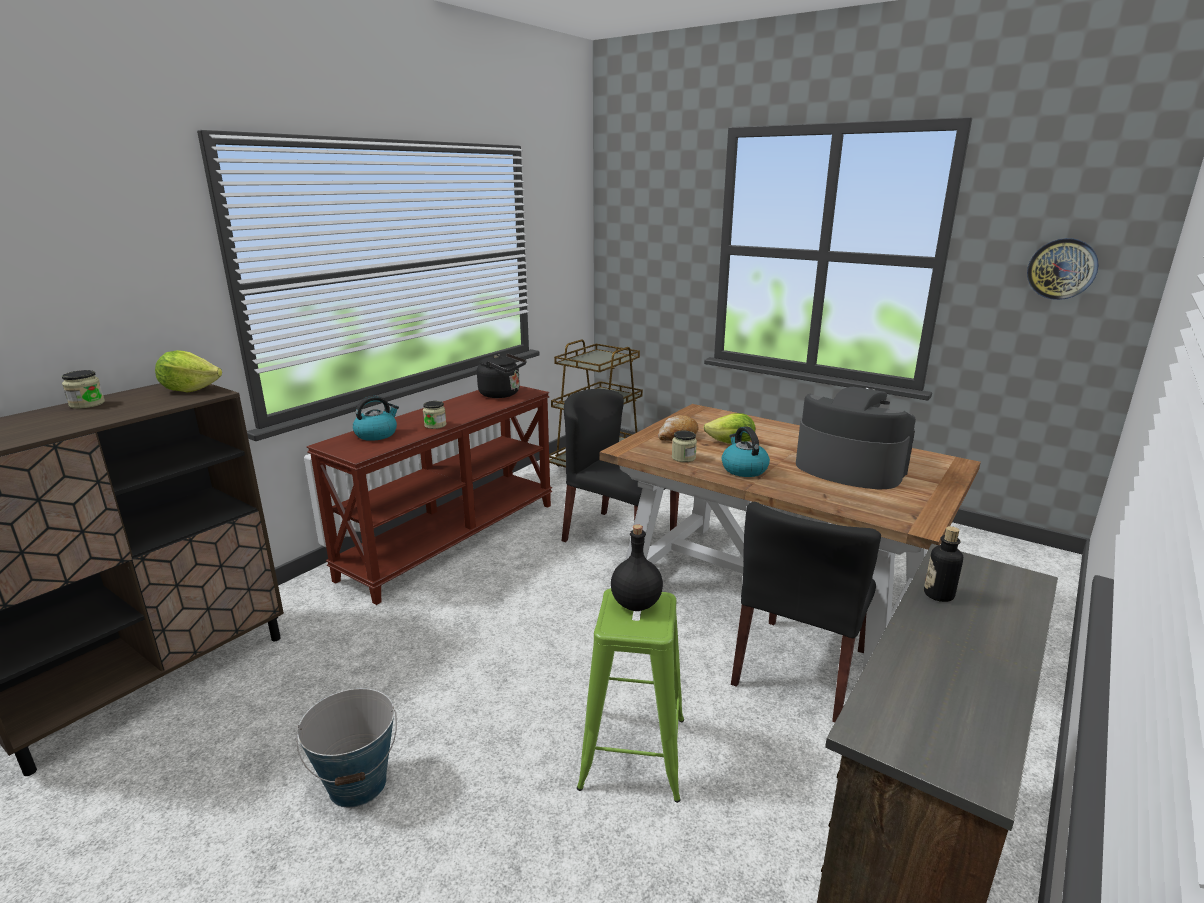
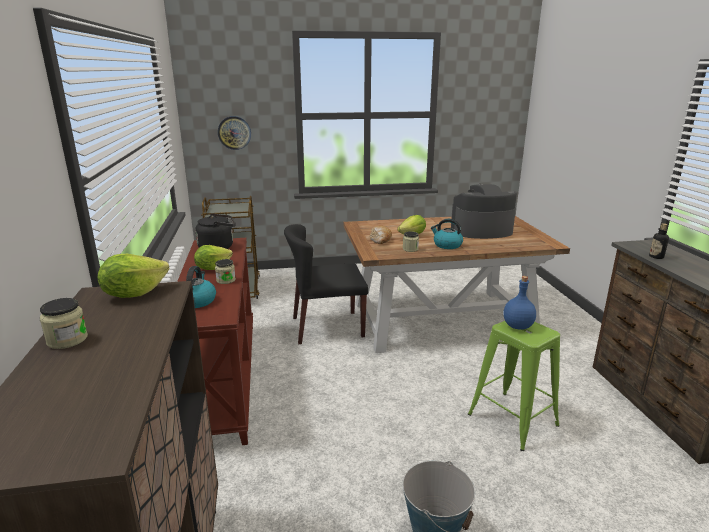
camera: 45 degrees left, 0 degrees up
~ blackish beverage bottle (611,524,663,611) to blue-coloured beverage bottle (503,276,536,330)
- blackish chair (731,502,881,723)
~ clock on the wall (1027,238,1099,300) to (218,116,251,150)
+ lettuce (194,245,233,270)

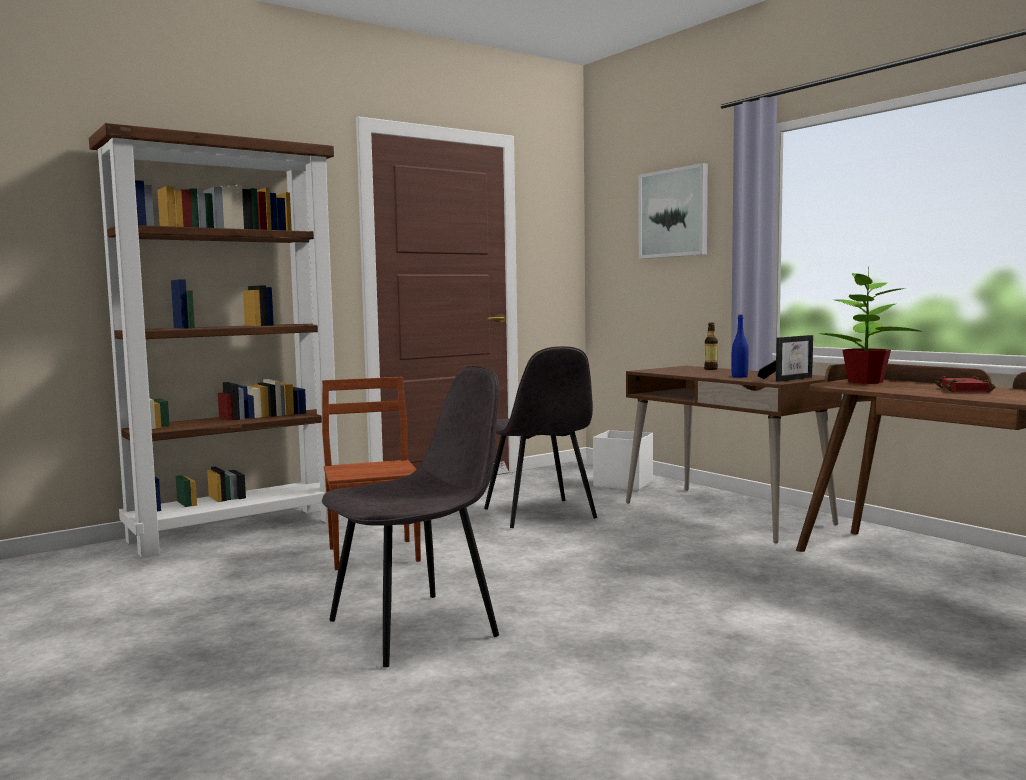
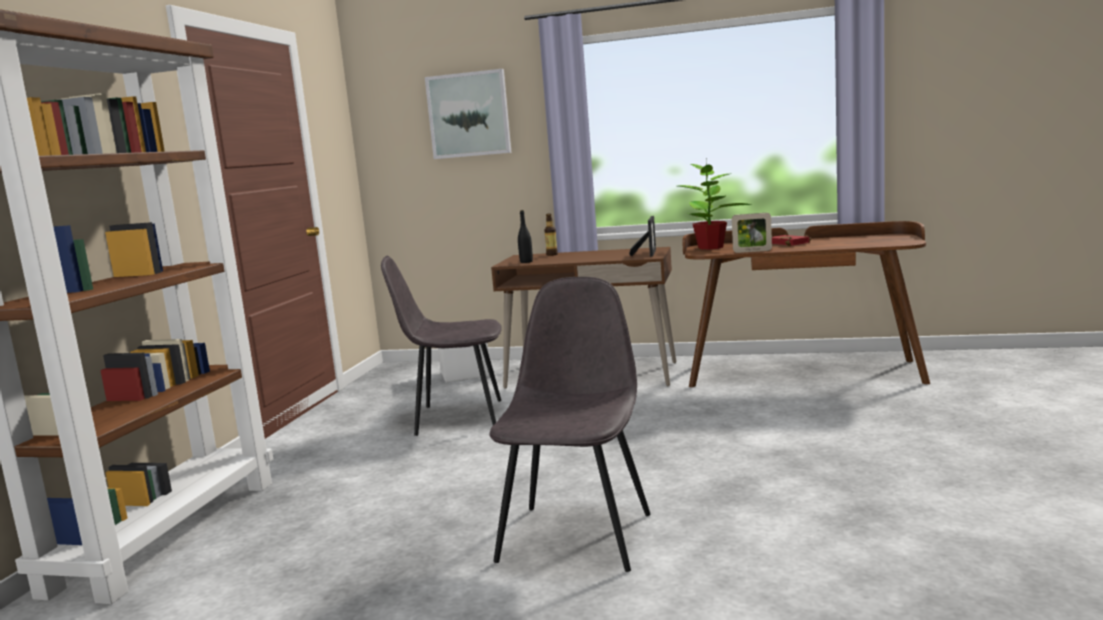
camera: 40 degrees left, 5 degrees up
- brown chair (322,377,421,570)
~ grey chair (484,346,597,528) = (381,256,502,436) 150 degrees clockwise
- blue-coloured beverage bottle (732,315,749,378)
+ blackish beverage bottle (518,210,533,263)
+ picture frame (732,213,772,253)

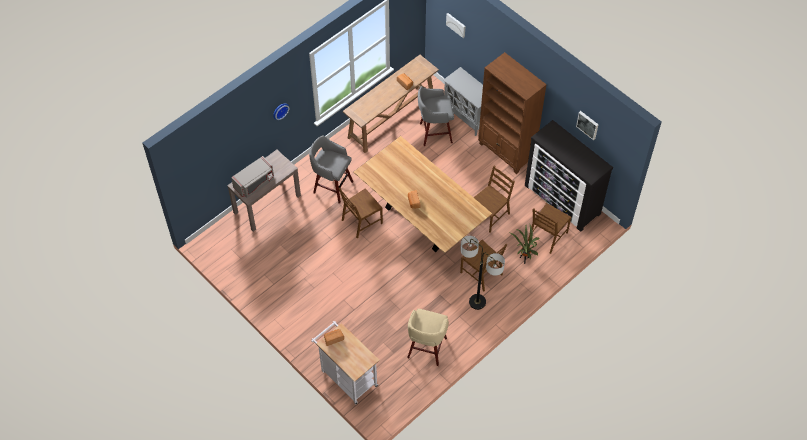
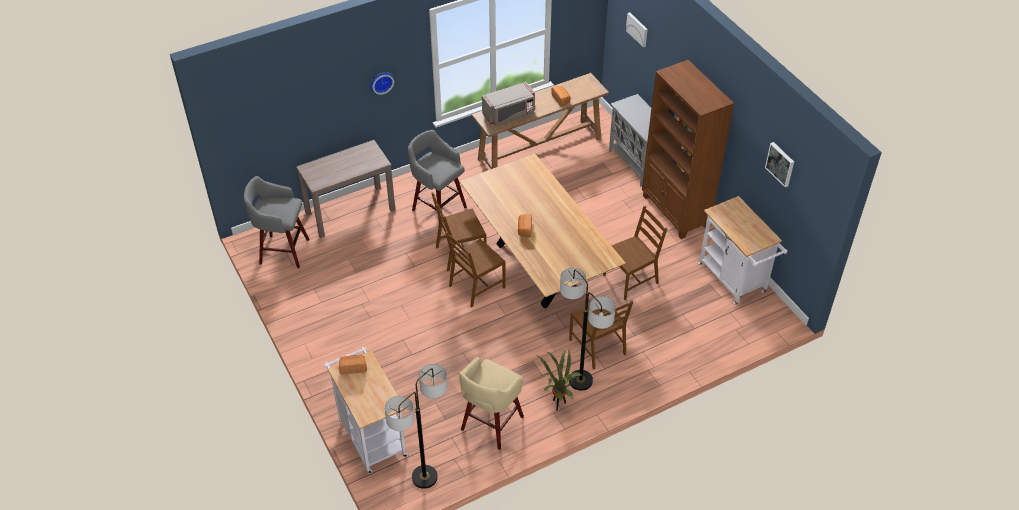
camera: 15 degrees right, 10 degrees down
~ grey microwave (231,156,274,198) to (482,82,535,126)
~ grey stool (418,86,454,146) to (244,176,309,268)
~ houseplant (510,225,540,264) to (536,348,582,410)
~ drawer chest (525,120,613,232) to whitish cart (698,196,787,306)
~ brown chair (528,203,571,254) to (445,231,505,308)
+ standing lamp (385,364,447,489)

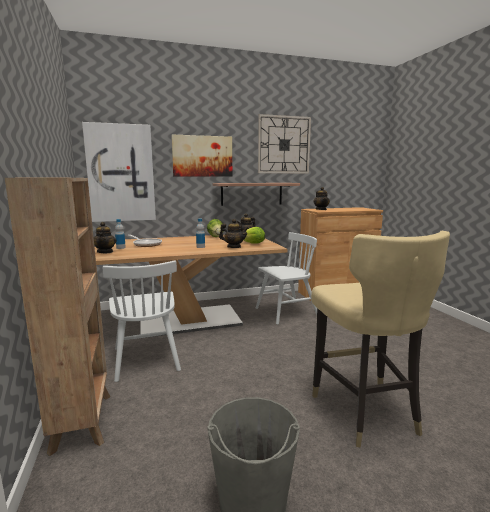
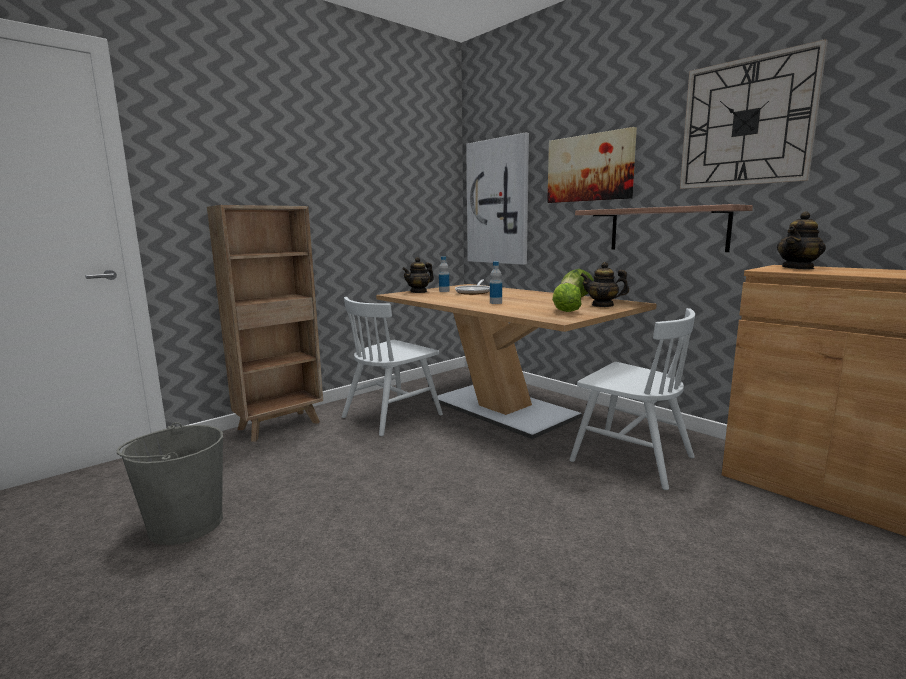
camera: 65 degrees right, 0 degrees up
- teapot (219,219,249,248)
- sand-coloured chair (311,231,450,448)

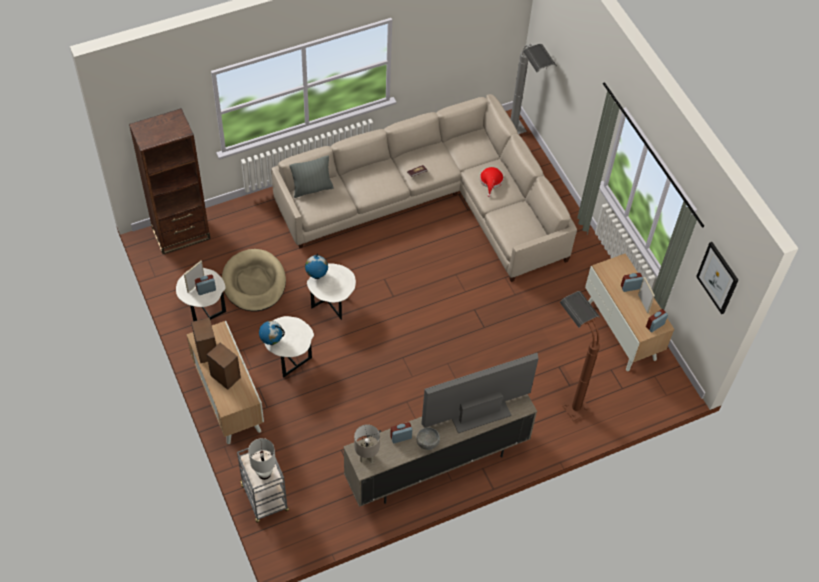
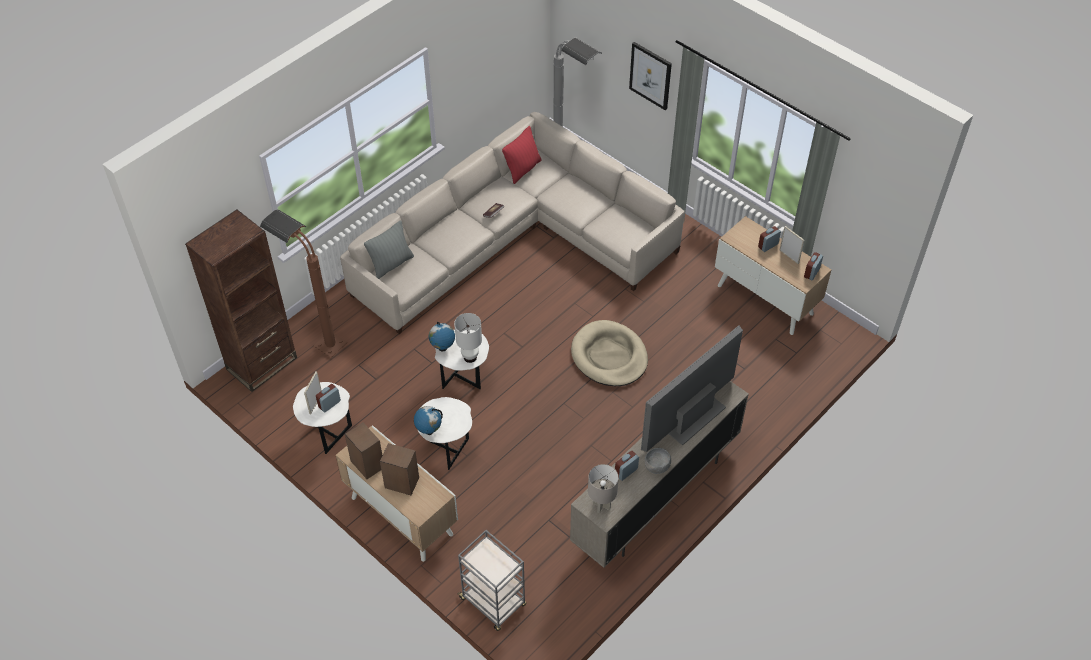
camera: 20 degrees left, 5 degrees down
~ sand-coloured dog cushion (222,249,286,312) to (571,320,648,386)
~ whitish table lamp (248,438,276,480) to (454,313,482,363)
- reddish hat (480,167,504,197)
~ brown standing lamp (560,291,600,421) to (260,209,347,357)
~ wall picture (696,242,738,314) to (629,42,672,110)
+ reddish throw pillow (502,126,541,184)

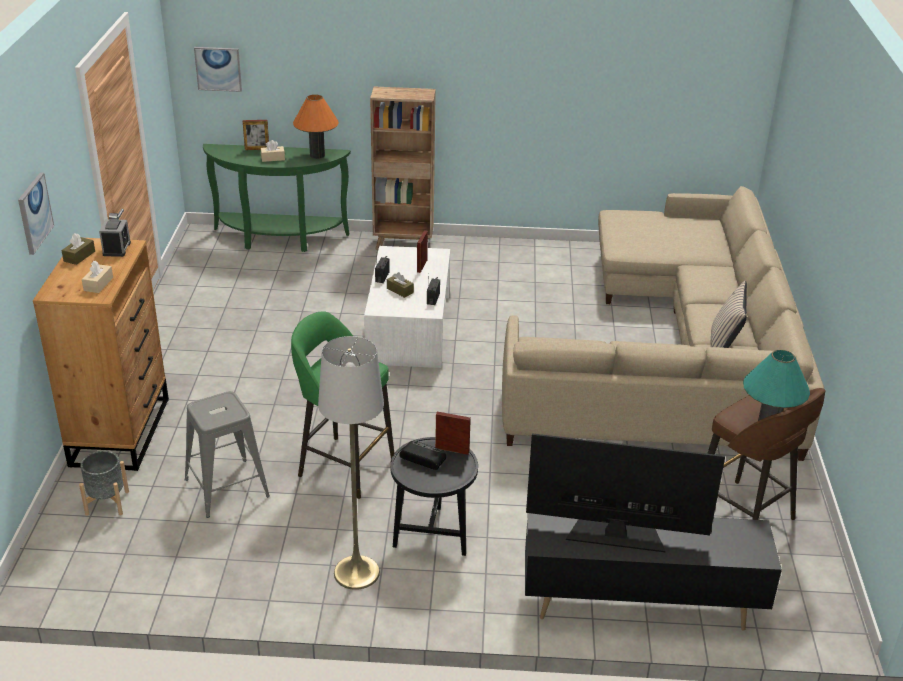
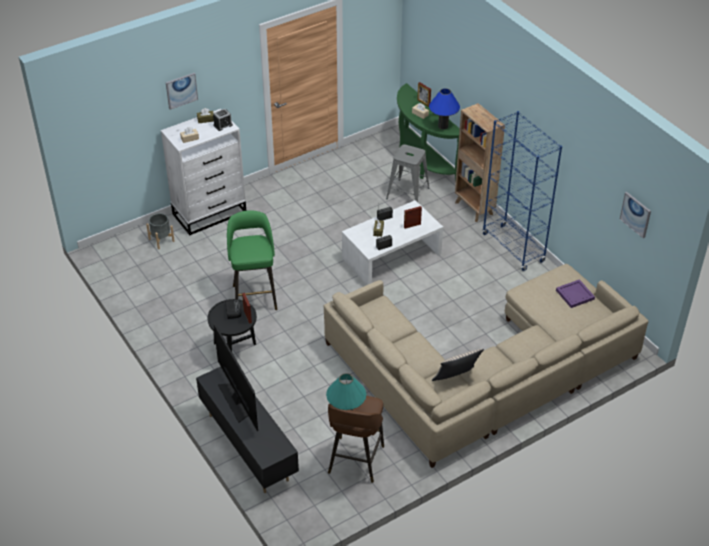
camera: 55 degrees right, 10 degrees up
~ brown drawer chest (33,238,169,471) to whitish drawer chest (161,109,246,236)
~ grey stool (184,391,270,518) to (386,144,430,202)
~ wall picture (194,47,242,92) to (620,192,651,238)
~ orange table lamp (293,94,339,159) to blue-coloured table lamp (429,88,460,129)
- grey standing lamp (318,336,384,590)
+ blue-coloured shelving unit (482,111,562,271)
+ purplish tray (556,279,595,308)

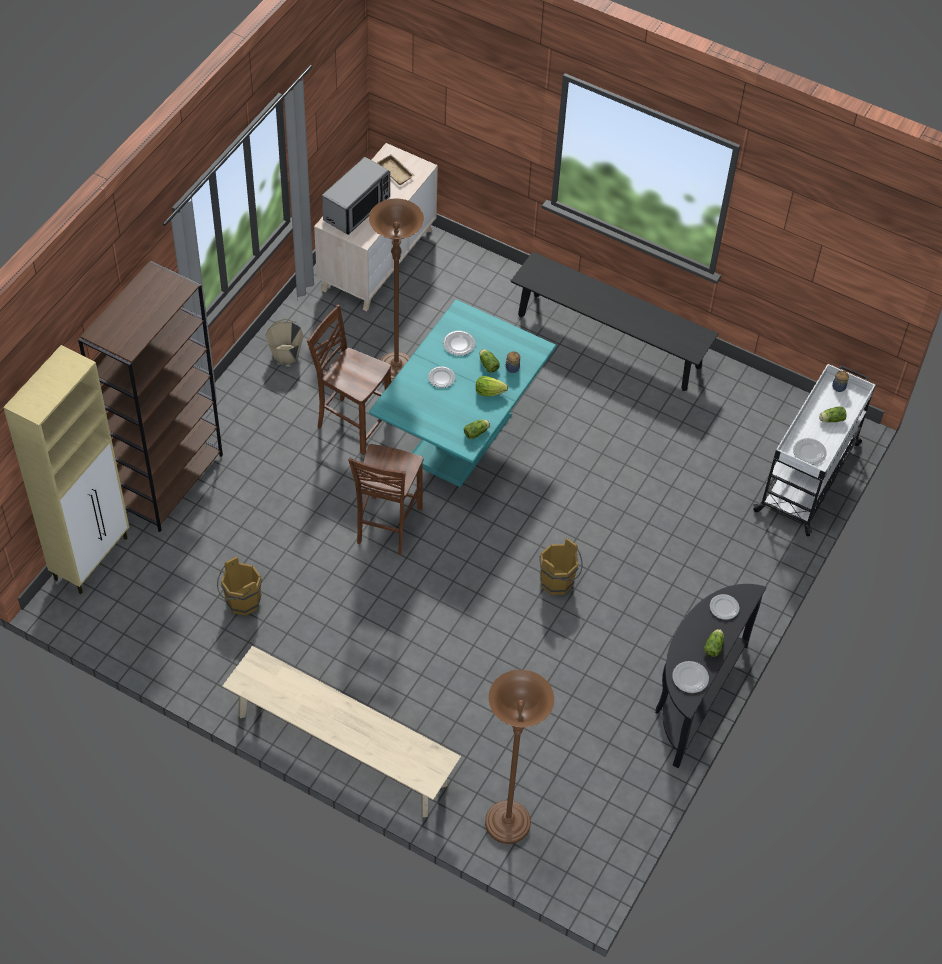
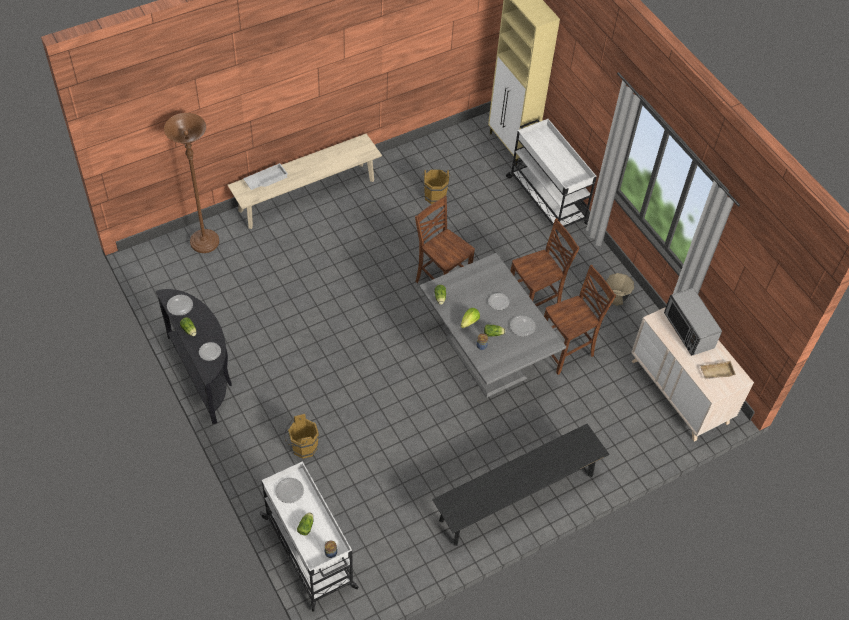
camera: 120 degrees right, 0 degrees up
~ brown shelving unit (78,261,223,532) to whitish cart (506,119,597,239)
~ brown standing lamp (369,199,424,382) to brown chair (544,264,616,375)
~ blue-green dining table (369,300,556,487) to grey dining table (419,253,566,398)
~ brown water bucket (539,538,582,595) to (284,414,319,459)
+ whitish tray (243,163,288,190)

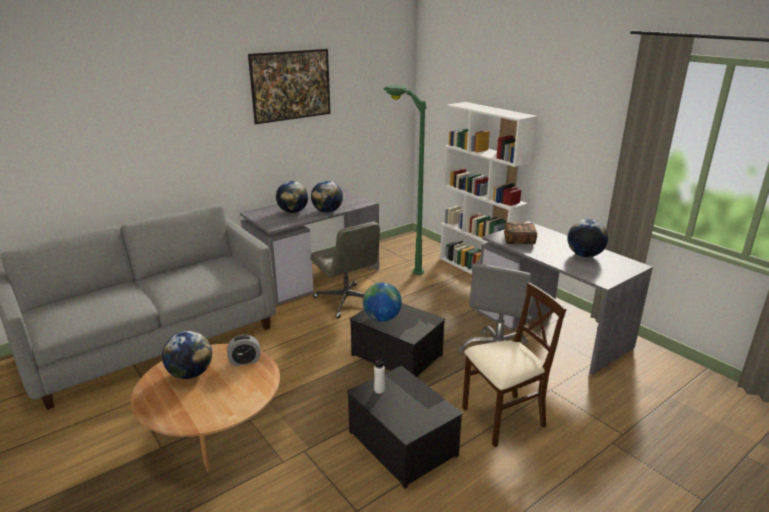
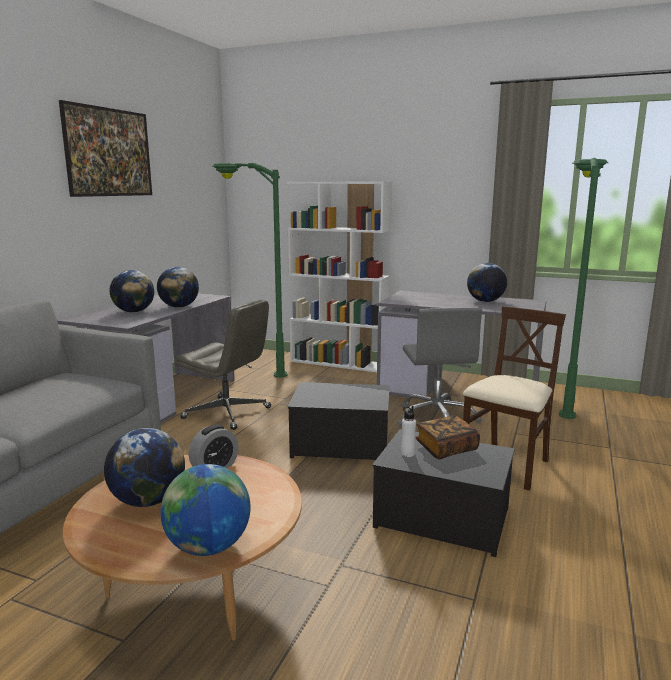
camera: 30 degrees left, 10 degrees down
~ world globe (363,283,402,322) to (161,464,250,556)
~ volume (504,222,537,244) to (415,415,480,459)
+ green standing lamp (559,158,608,419)

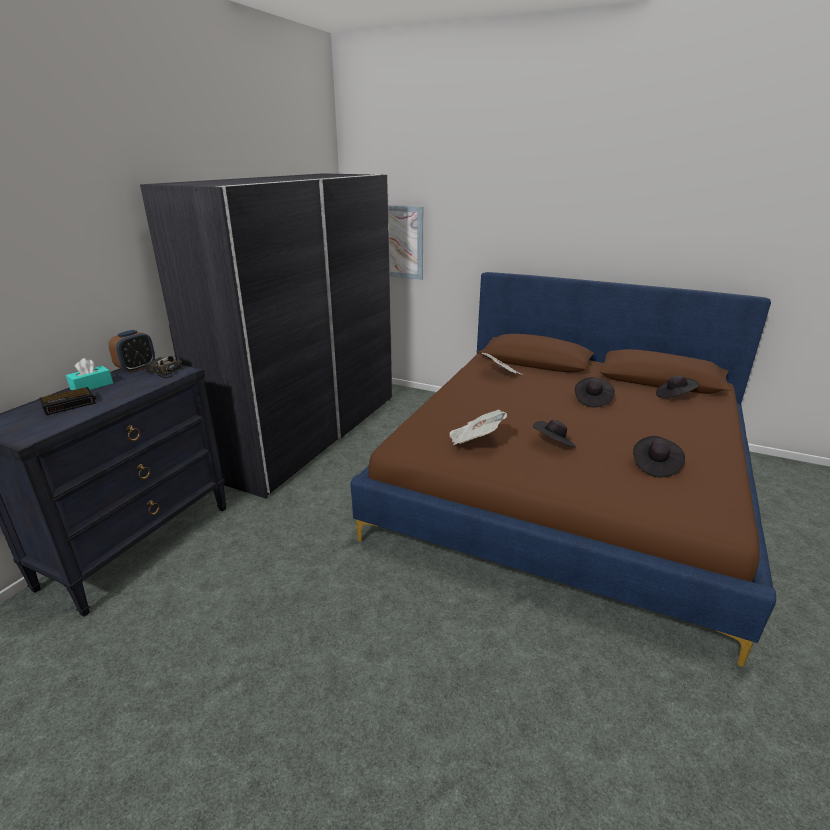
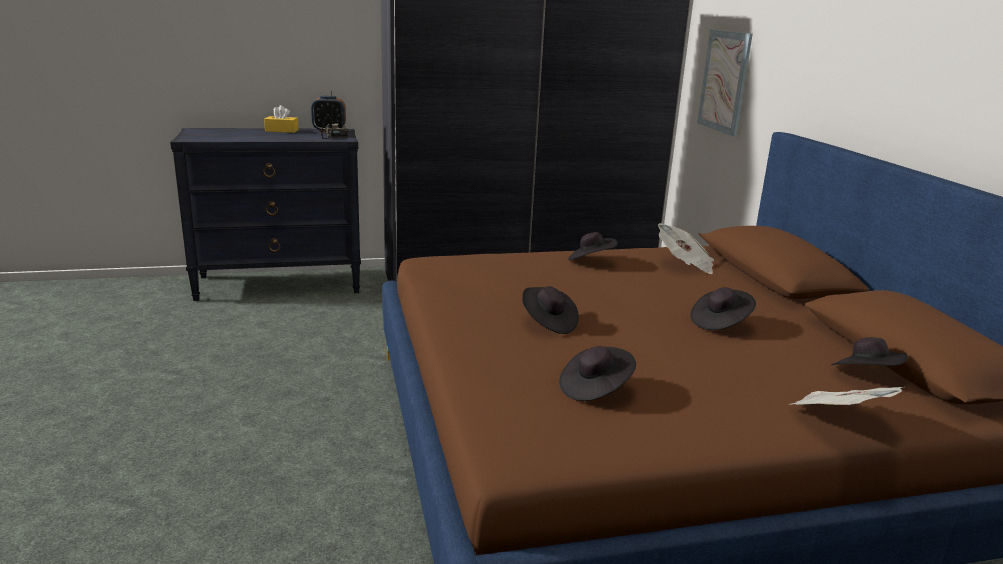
camera: 50 degrees right, 5 degrees down
- table clock (39,387,96,415)
~ blue-green tissue holder (66,358,113,390) to yellow tissue holder (264,105,298,133)
~ printed paper (449,410,507,445) to (792,387,902,406)
+ blackish hat (568,232,618,260)

